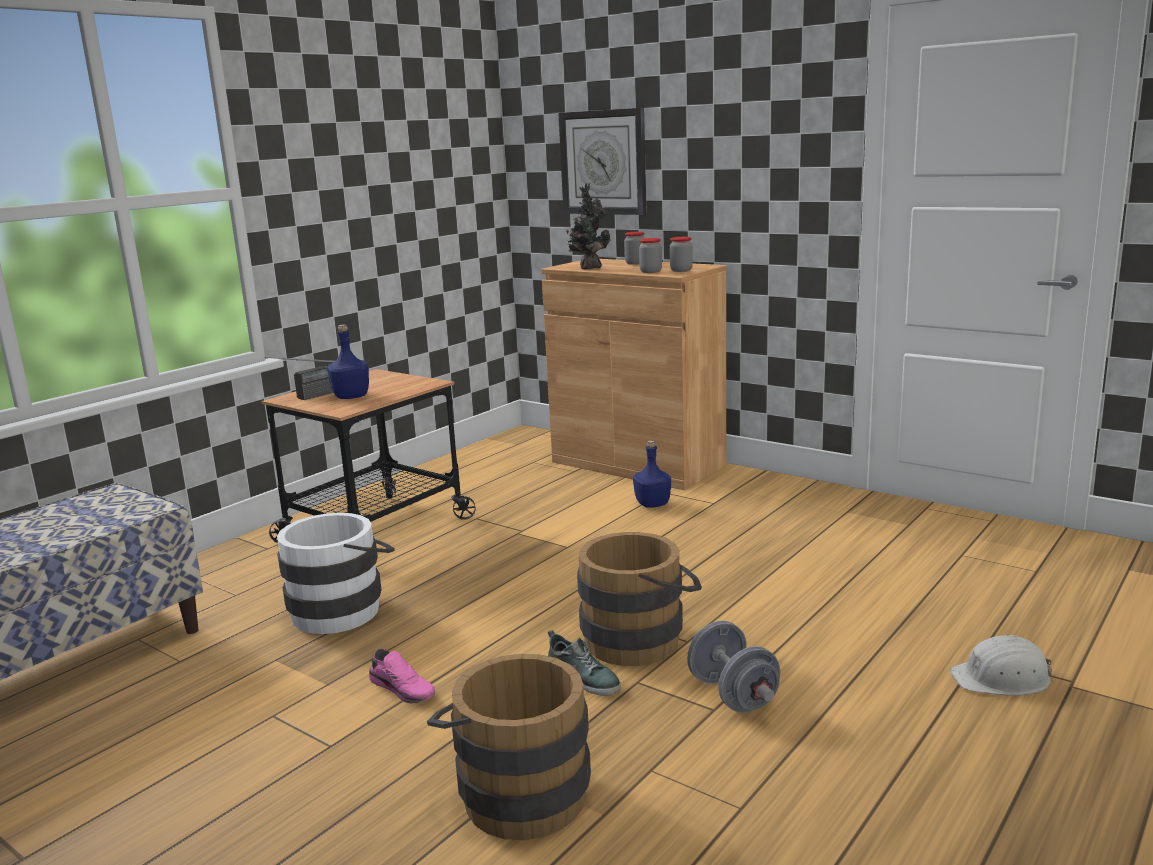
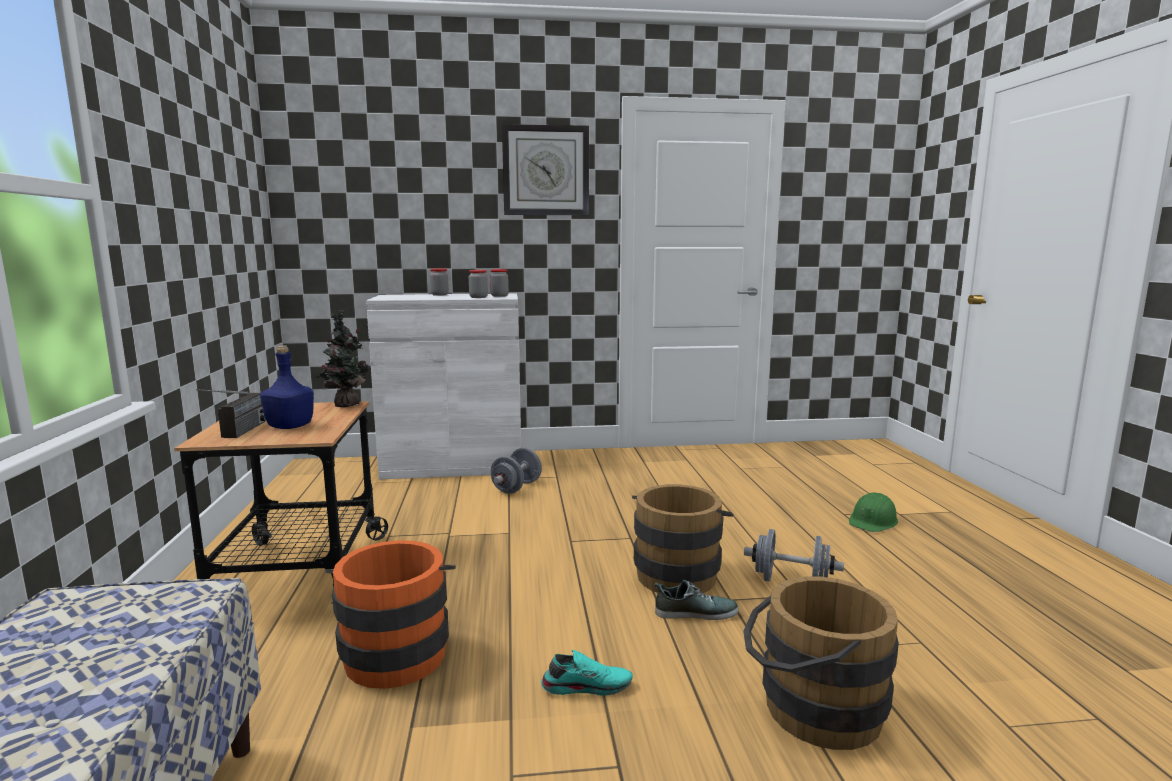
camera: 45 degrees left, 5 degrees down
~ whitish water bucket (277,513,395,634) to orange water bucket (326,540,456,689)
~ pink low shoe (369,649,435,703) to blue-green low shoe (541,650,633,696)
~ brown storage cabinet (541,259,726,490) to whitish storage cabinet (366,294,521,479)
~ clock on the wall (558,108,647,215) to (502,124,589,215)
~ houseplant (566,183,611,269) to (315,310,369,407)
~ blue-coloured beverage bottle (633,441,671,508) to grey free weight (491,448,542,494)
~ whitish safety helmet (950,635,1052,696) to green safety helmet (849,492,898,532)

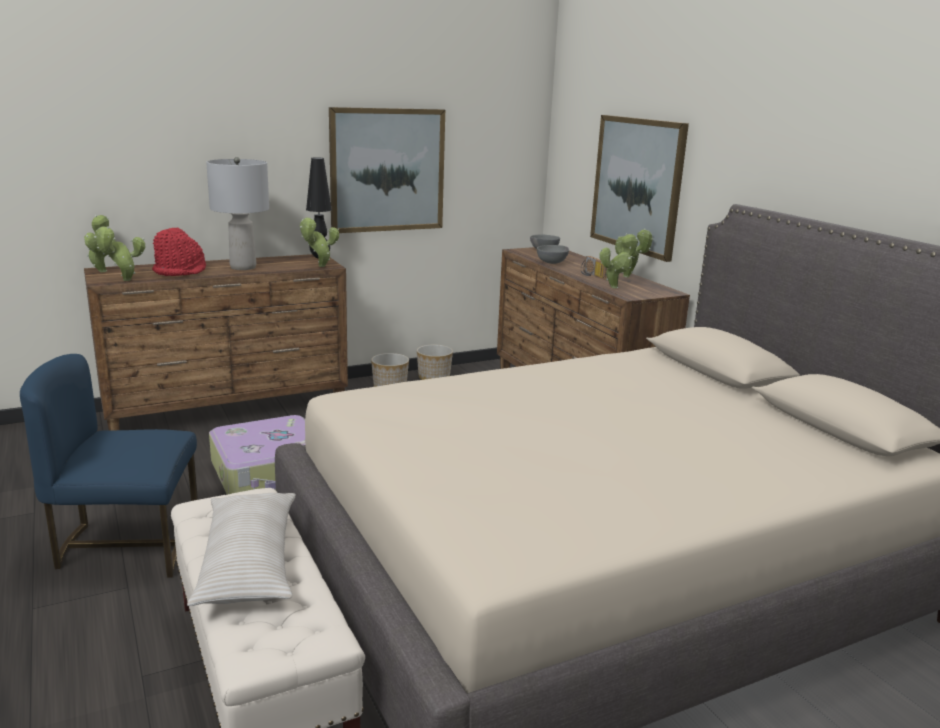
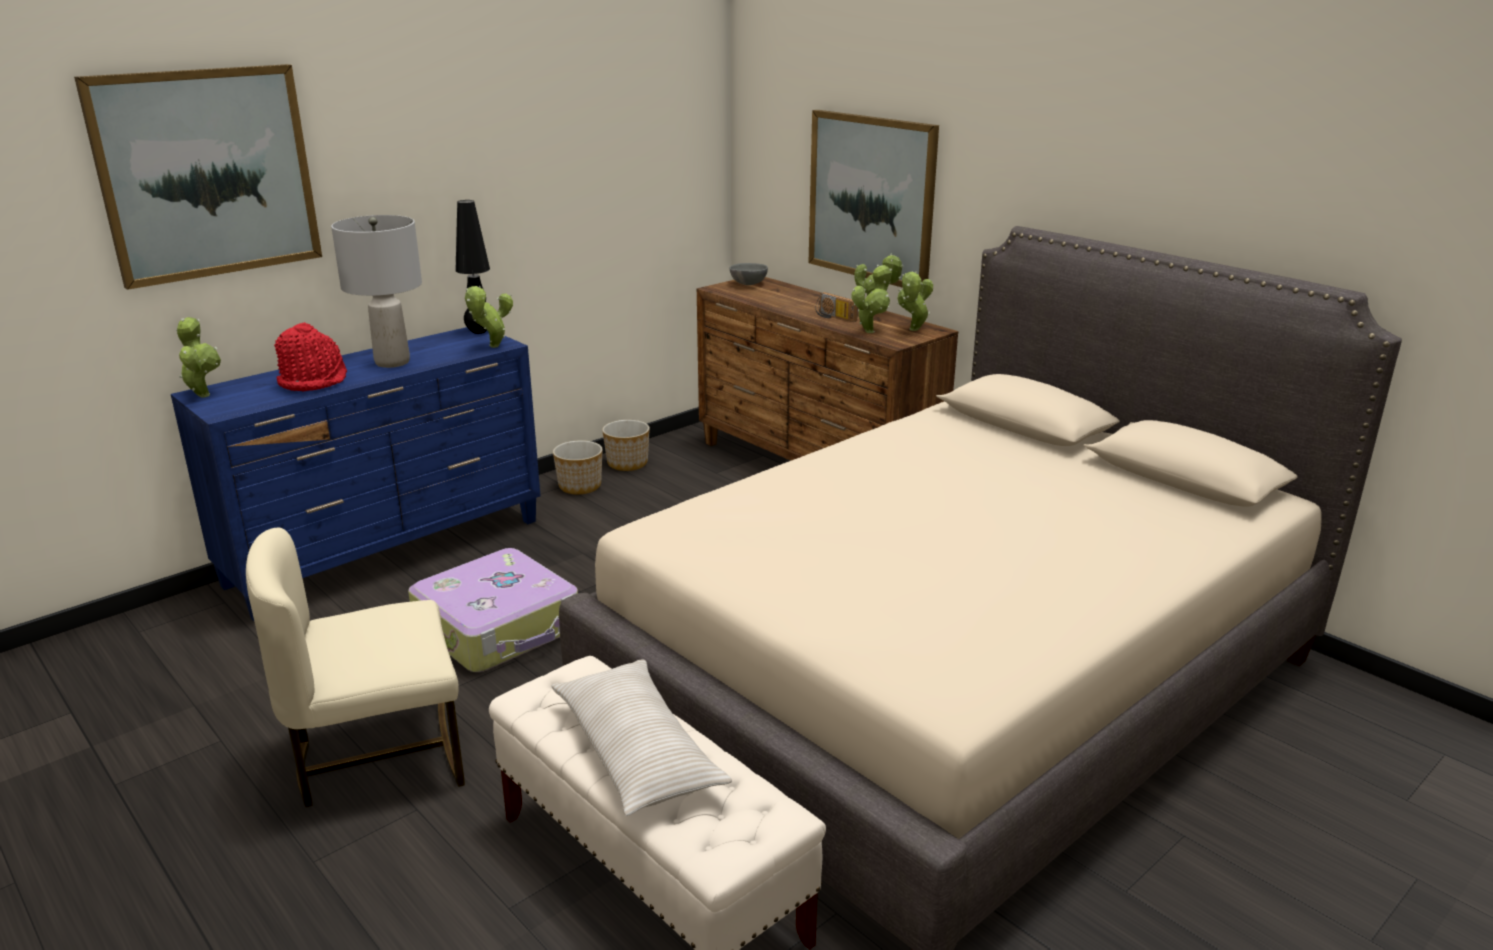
camera: 15 degrees left, 5 degrees up
~ blue-coloured chair (20,354,198,578) to sand-coloured chair (246,528,465,807)
~ brown drawer chest (84,254,348,430) to blue-coloured drawer chest (171,327,541,621)
~ houseplant (94,226,145,281) to (897,271,933,331)
~ wall picture (329,107,445,233) to (74,64,322,290)
- grey bowl (537,245,569,264)

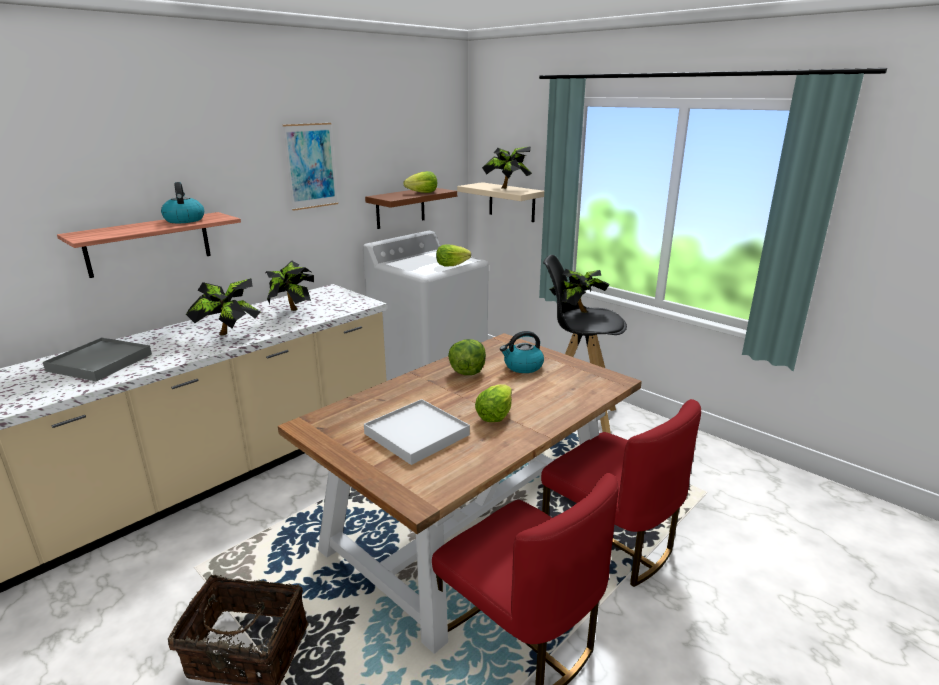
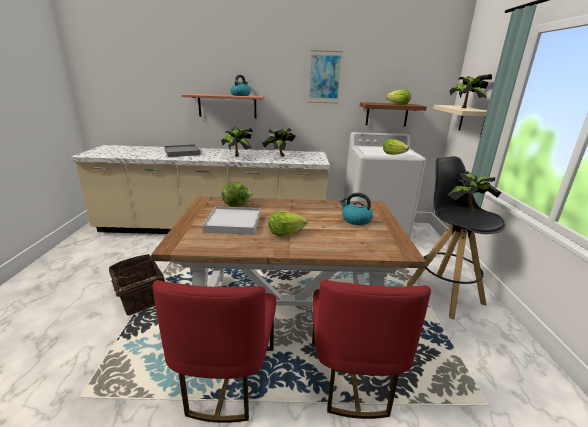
camera: 45 degrees right, 0 degrees up
~ lettuce (448,339,486,375) to (222,182,253,207)

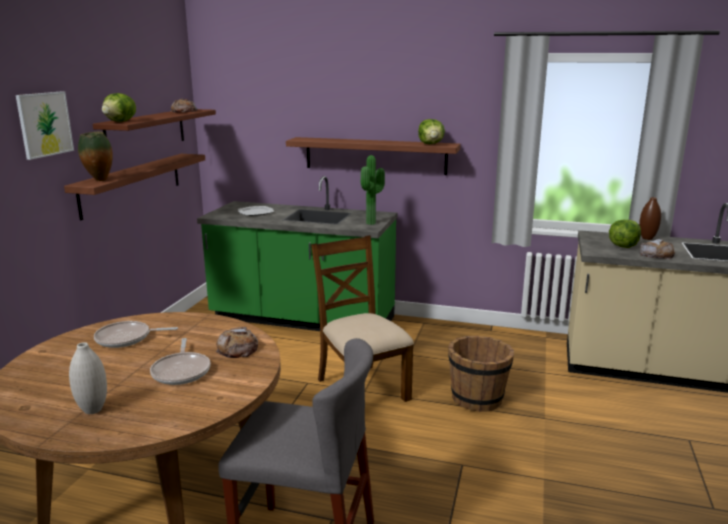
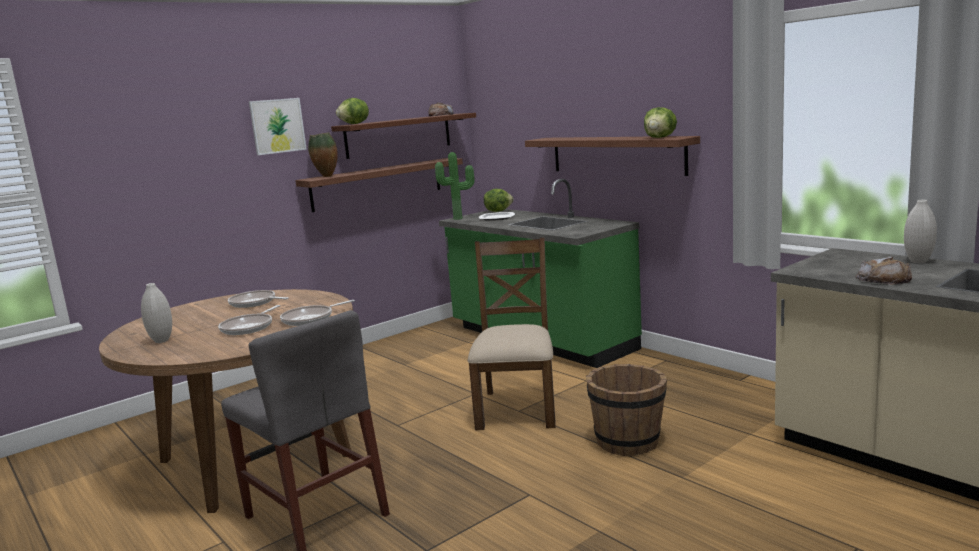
camera: 35 degrees right, 5 degrees down
~ bread (216,327,258,358) to skillet (280,300,355,326)
~ houseplant (361,155,385,225) to (435,152,475,220)
~ lettuce (609,220,641,248) to (484,189,513,212)
~ brown vase (639,197,661,240) to whitish vase (904,200,937,263)

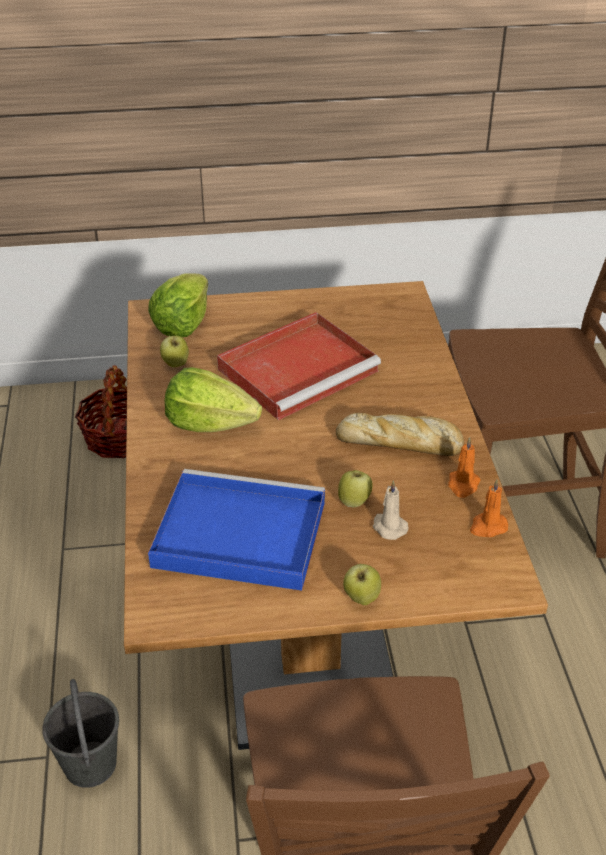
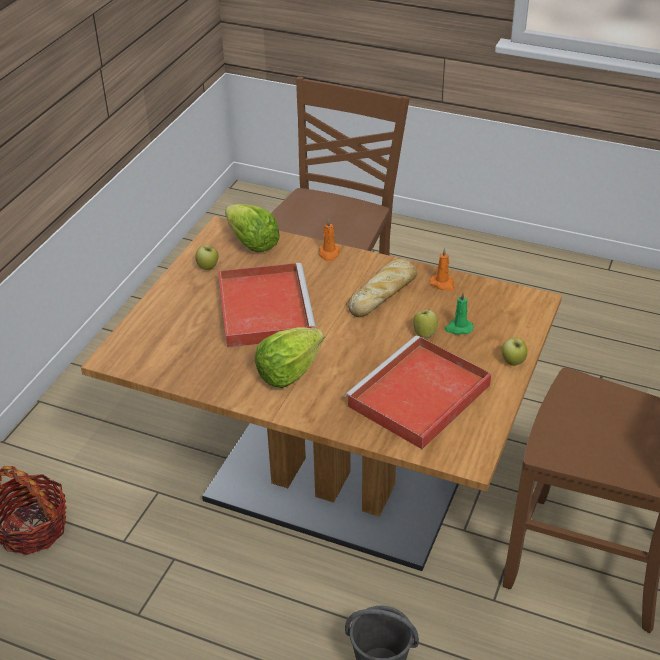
camera: 60 degrees left, 0 degrees up
~ lettuce (148,274,208,337) to (225,204,280,252)
~ blue-coloured tray (148,469,325,591) to reddish tray (345,336,492,449)
~ apple fruit (160,336,189,367) to (195,245,219,270)
~ sand-coloured wax candle (373,480,409,540) to green wax candle (445,292,473,335)
~ orange wax candle (470,479,508,537) to (319,218,340,261)

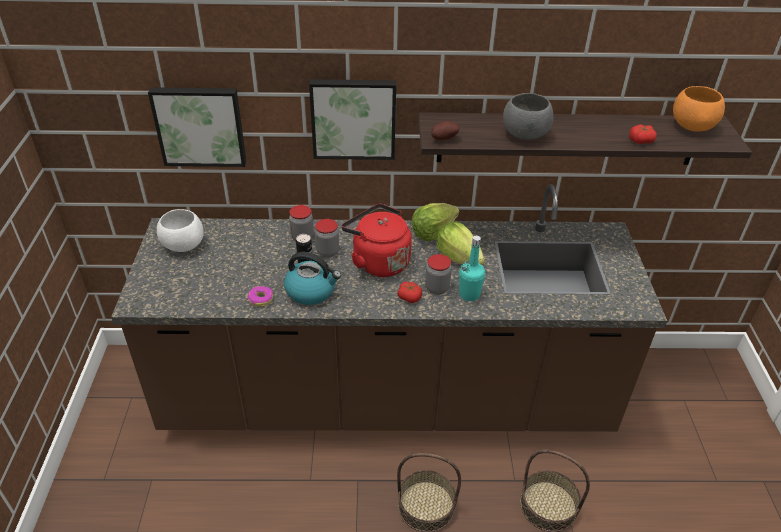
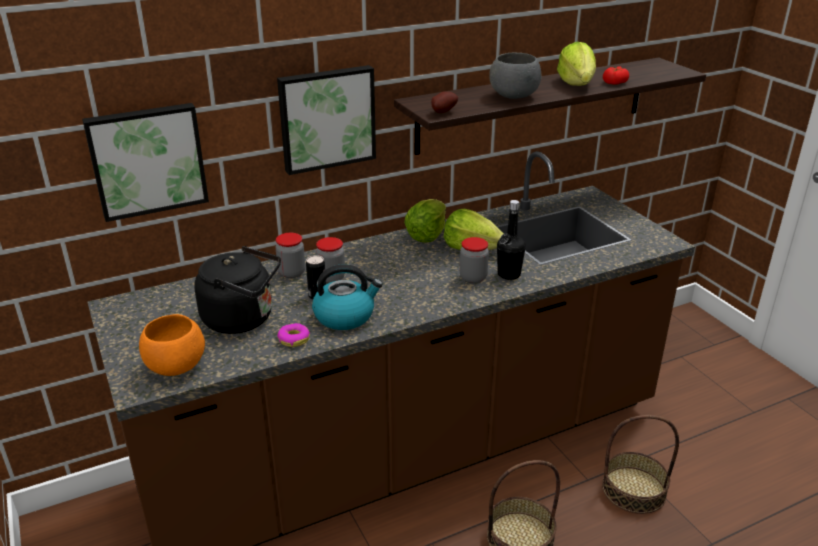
camera: 25 degrees left, 10 degrees down
- whitish bowl (157,209,203,252)
- reddish water kettle (342,204,412,277)
- tomato (397,281,422,303)
~ blue-green beverage bottle (459,236,485,301) to blackish beverage bottle (497,200,526,280)
~ orange bowl (673,86,725,132) to (139,314,205,376)
+ blackish water kettle (194,246,281,334)
+ lettuce (557,42,596,86)

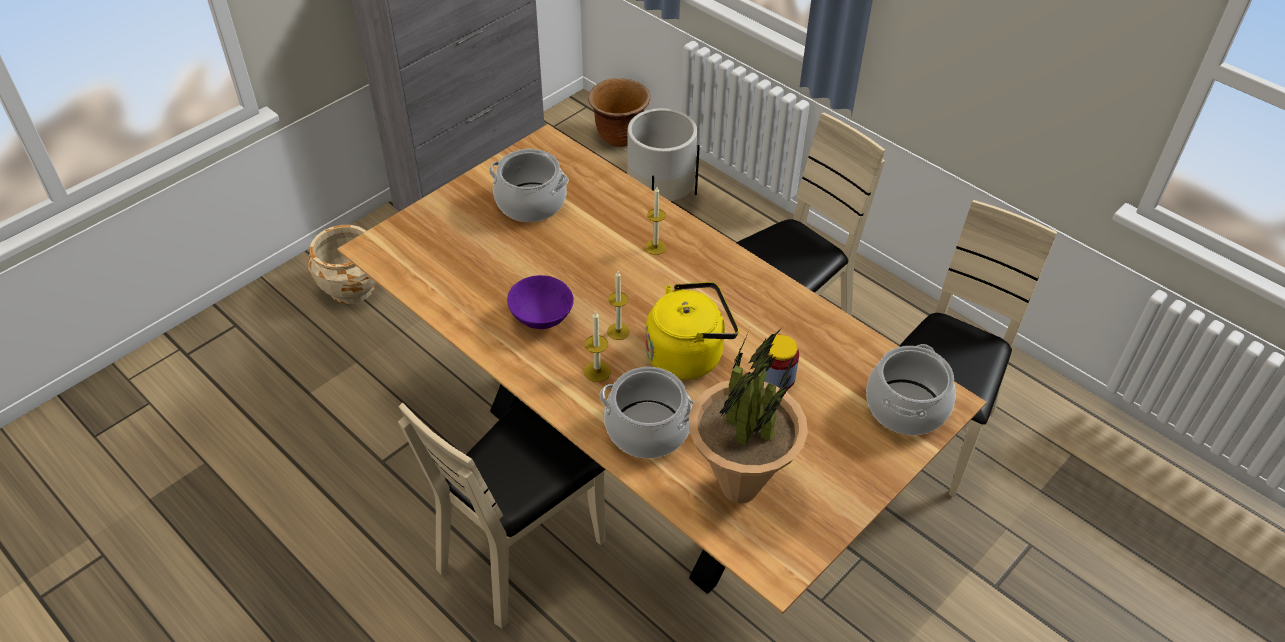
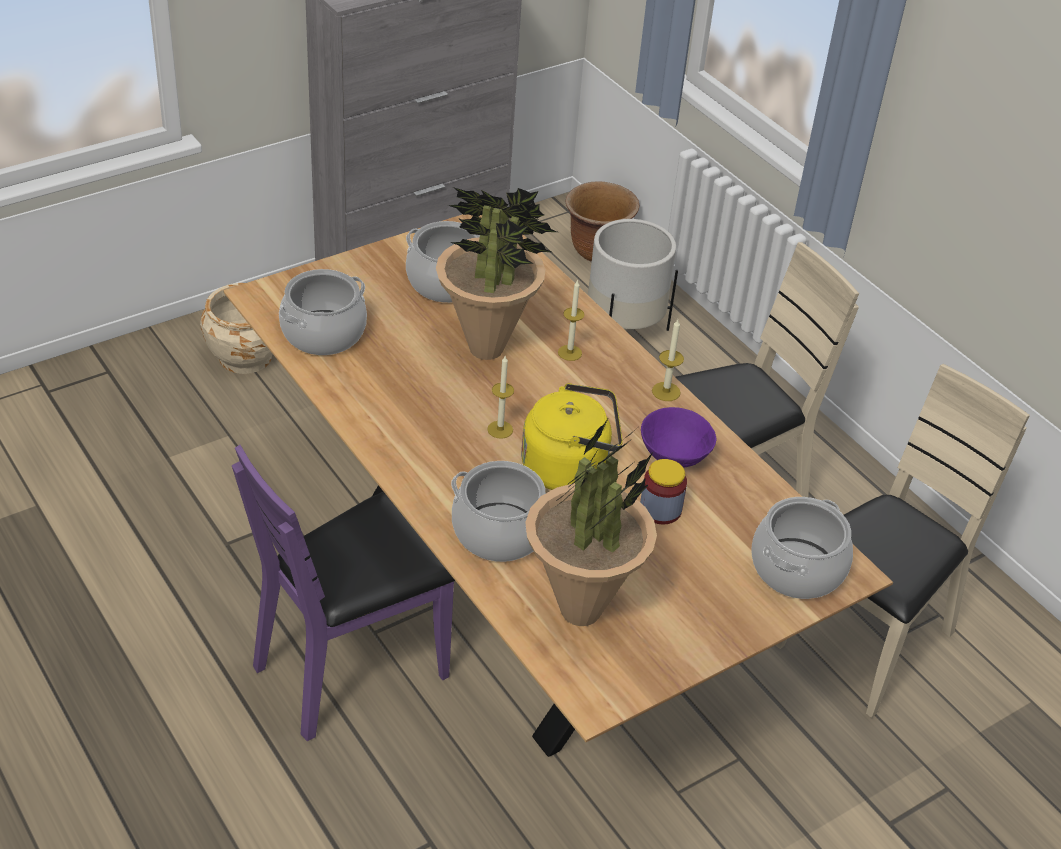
camera: 10 degrees right, 5 degrees down
~ sand-coloured chair (398,400,605,628) to purplish chair (232,445,455,741)
~ purplish bowl (507,275,574,329) to (641,407,717,468)
~ wax candle (584,311,611,382) to (652,319,684,401)
+ saucepot (279,269,367,355)
+ houseplant (436,187,557,360)

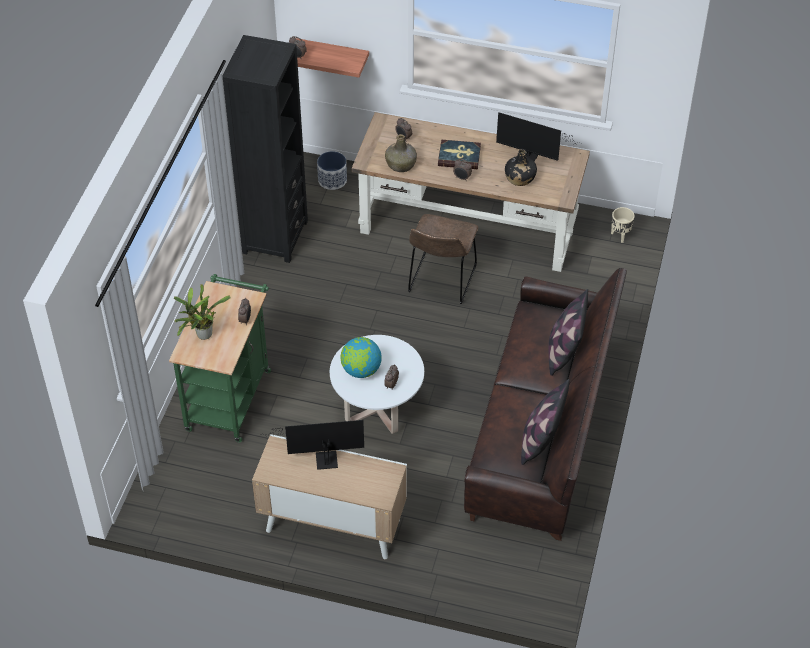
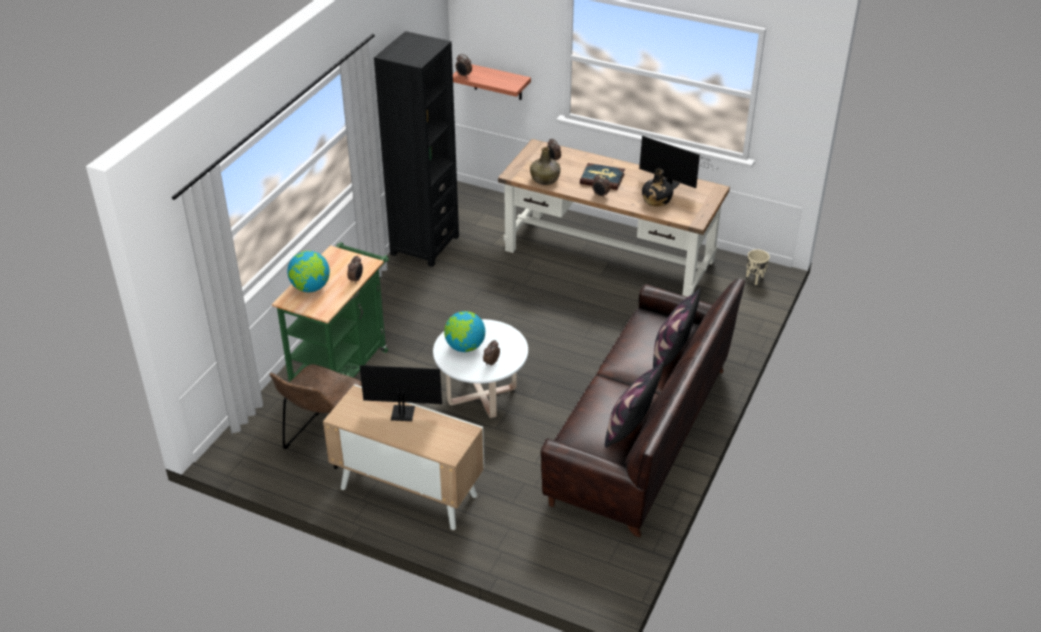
camera: 10 degrees right, 10 degrees down
~ houseplant (174,284,231,340) to world globe (287,251,330,292)
- planter (317,151,347,190)
~ brown chair (408,214,479,304) to (270,364,362,469)

